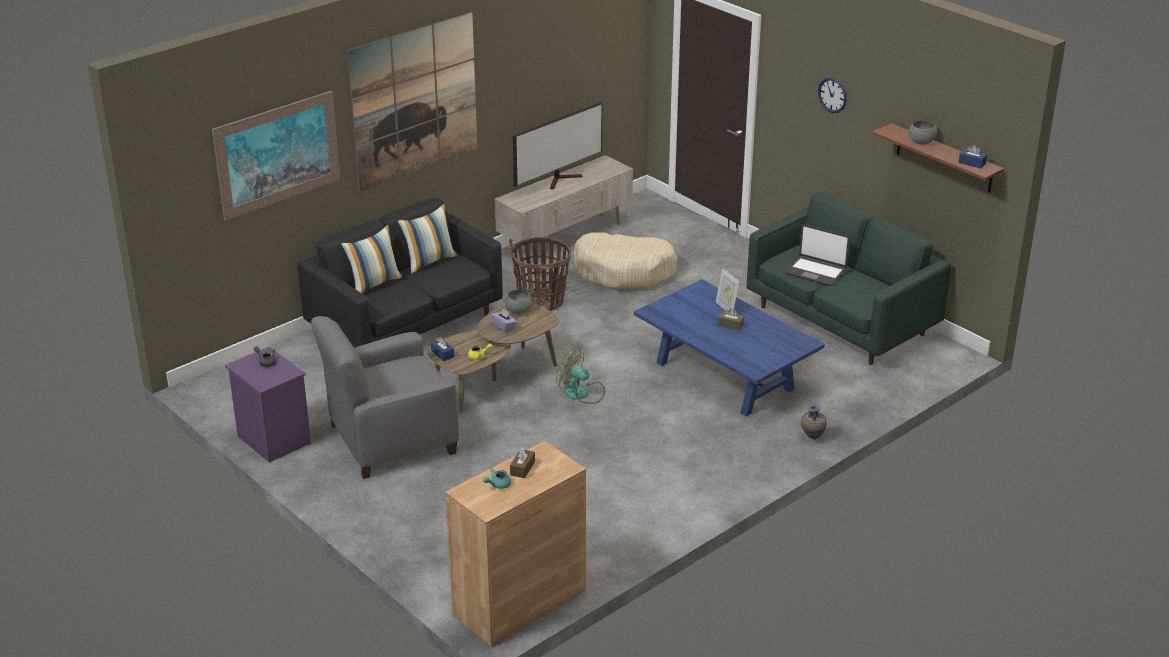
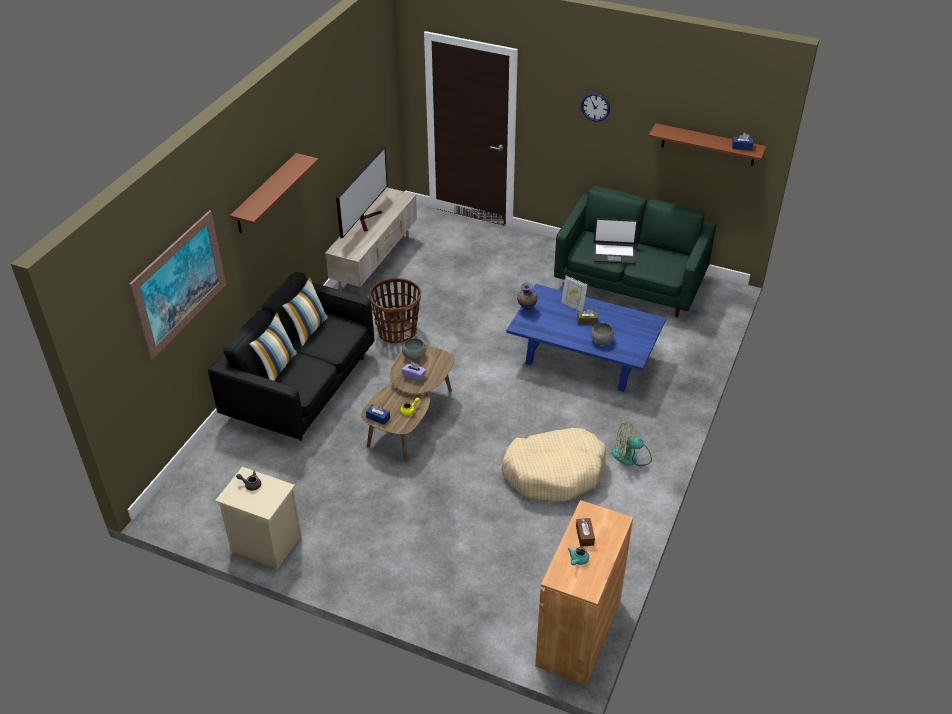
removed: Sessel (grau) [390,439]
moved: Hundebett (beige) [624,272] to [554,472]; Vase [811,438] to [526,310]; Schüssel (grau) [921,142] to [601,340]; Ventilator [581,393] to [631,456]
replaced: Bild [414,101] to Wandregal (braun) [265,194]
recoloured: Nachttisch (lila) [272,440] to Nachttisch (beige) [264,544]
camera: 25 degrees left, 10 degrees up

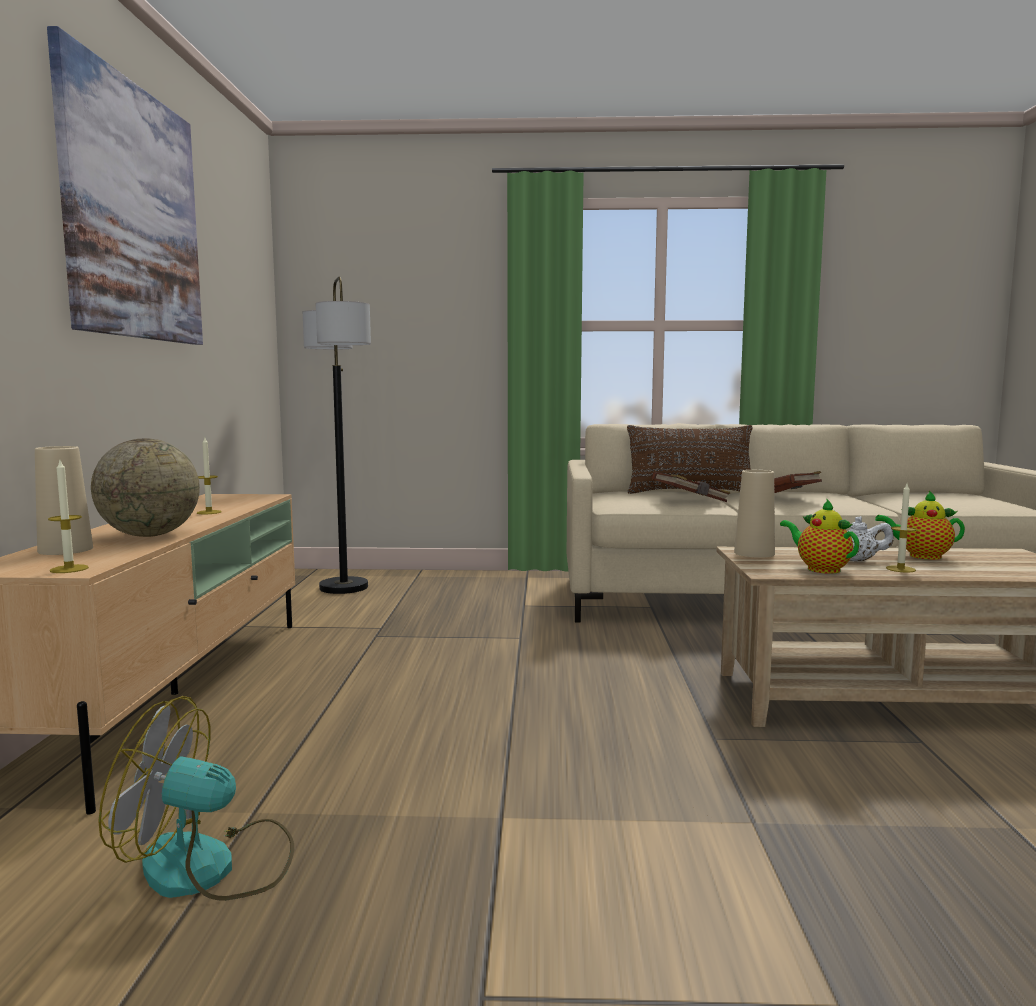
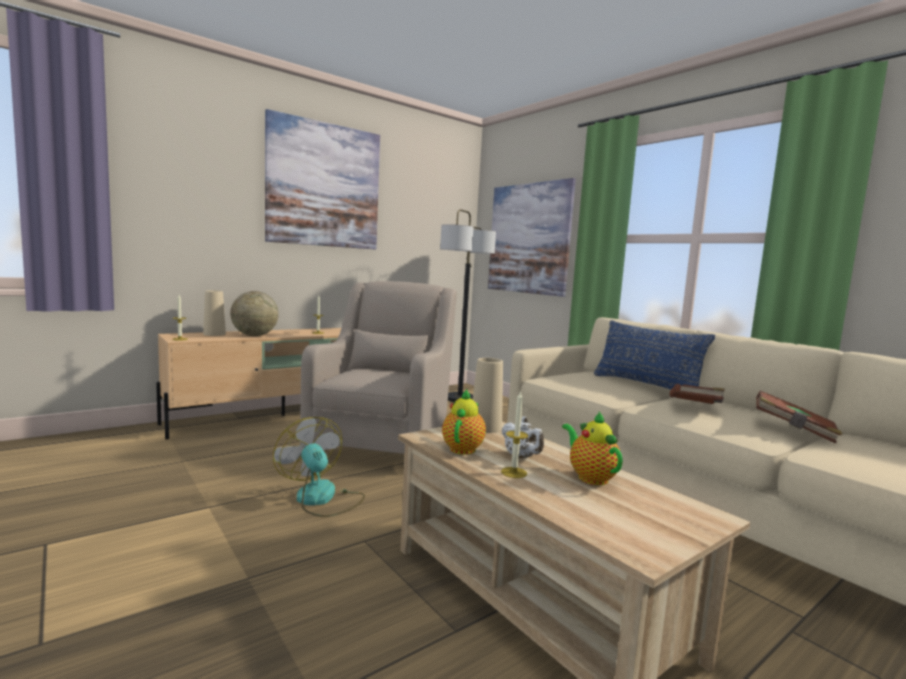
added: Sessel (beige) [382,443]; Bild [529,238]
moved: Ventilator [210,867] to [321,499]; Buch (braun) [690,501] to [793,430]
recoloured: Kissen (braun) [690,492] to Kissen (blau) [645,385]
camera: 50 degrees right, 0 degrees up

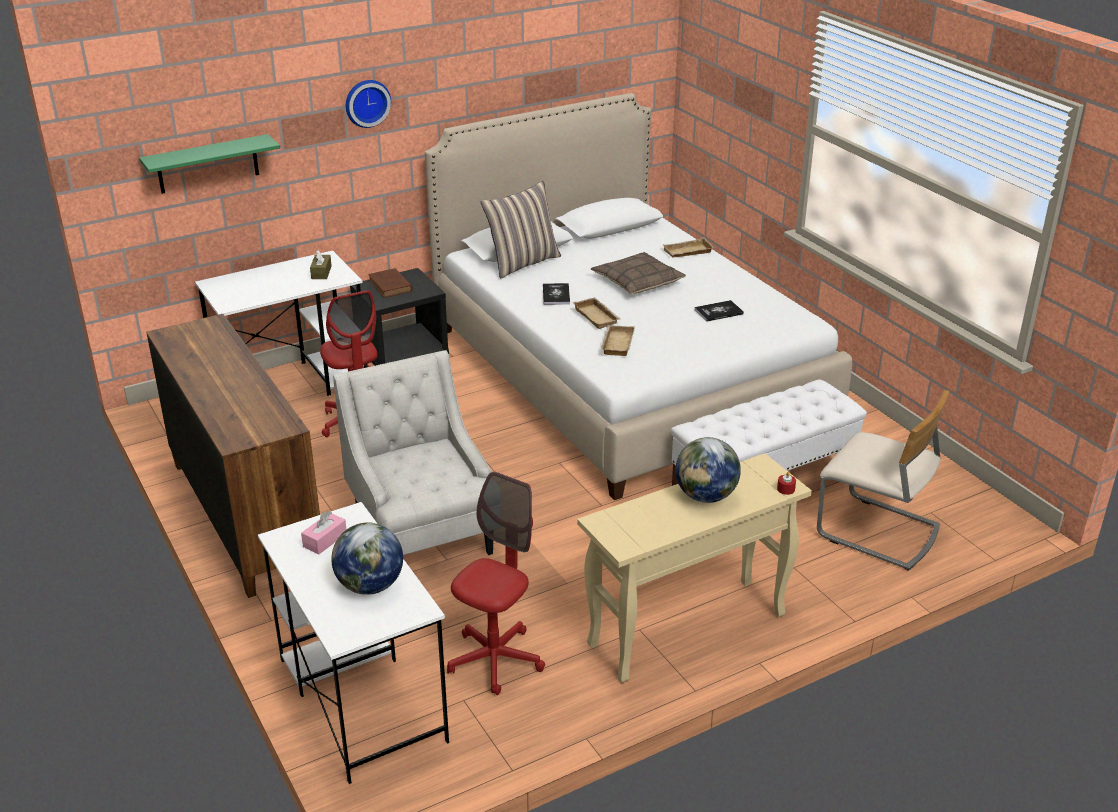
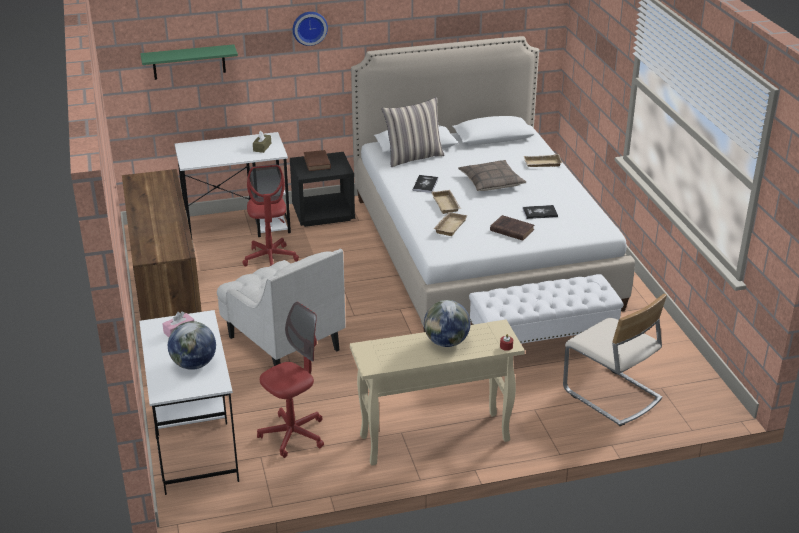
added: Buch (braun) [511,230]
turned: Sessel (weiß) [424,533] = [282,343] 150 degrees clockwise
camera: 15 degrees right, 0 degrees up

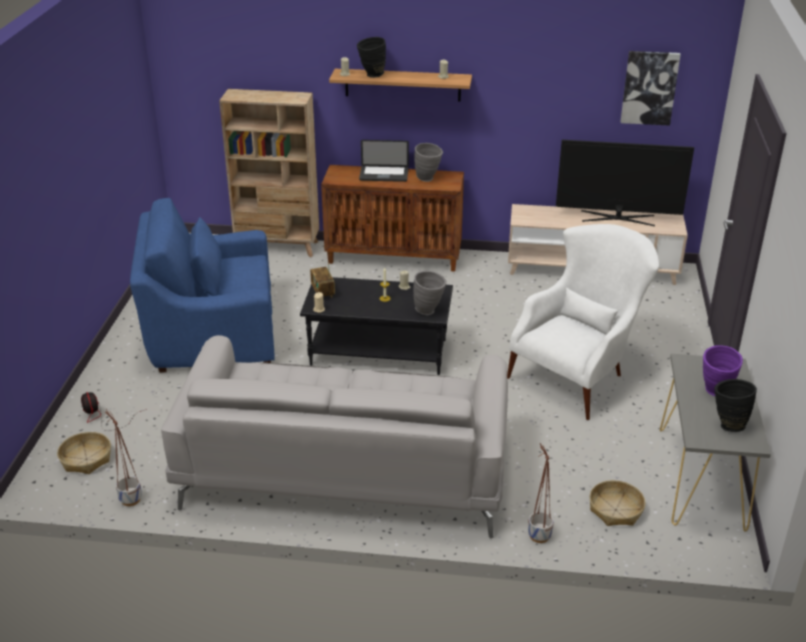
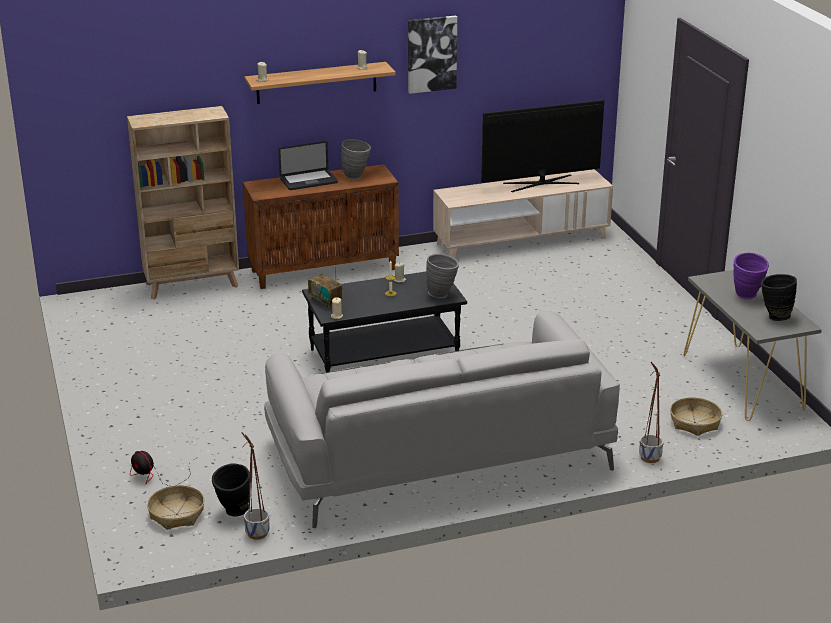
removed: Sessel (blau) [211,331]; Sessel (weiß) [579,373]
moved: Vase (schwarz) [371,76] to [233,513]; Bild [649,87] to [431,54]
camera: 25 degrees left, 5 degrees down

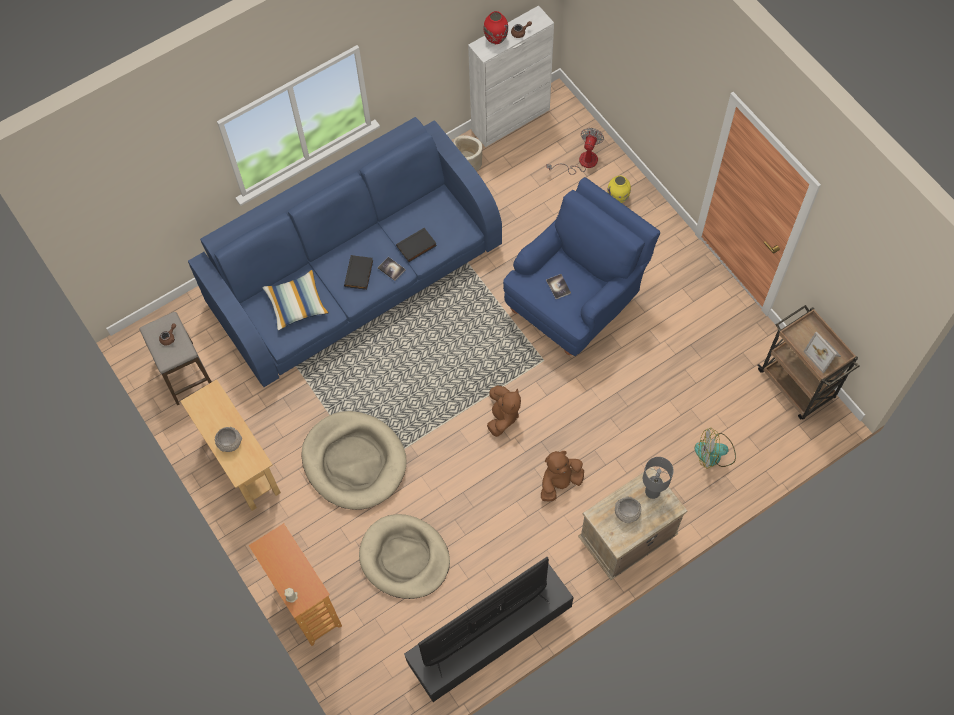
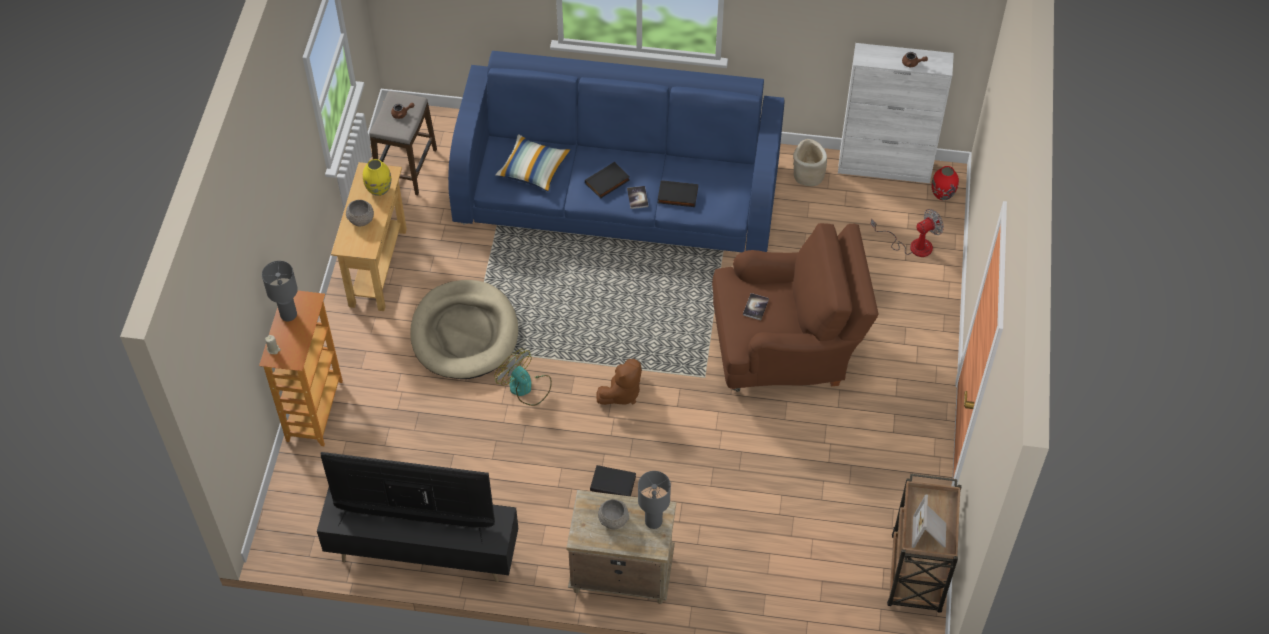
removed: Hundebett (beige) [404,558]
added: Tischlampe (grau) [288,314]
moved: Vase (gelb) [618,198] to [379,190]; Ventilator [714,454] to [525,387]; Vase (rot) [495,38] to [942,194]
replaced: Plüschtier (braun) [560,482] to Buch (schwarz) [613,482]
recoloured: Sessel (blau) [575,300] to Sessel (braun) [785,351]
camera: 40 degrees right, 10 degrees down

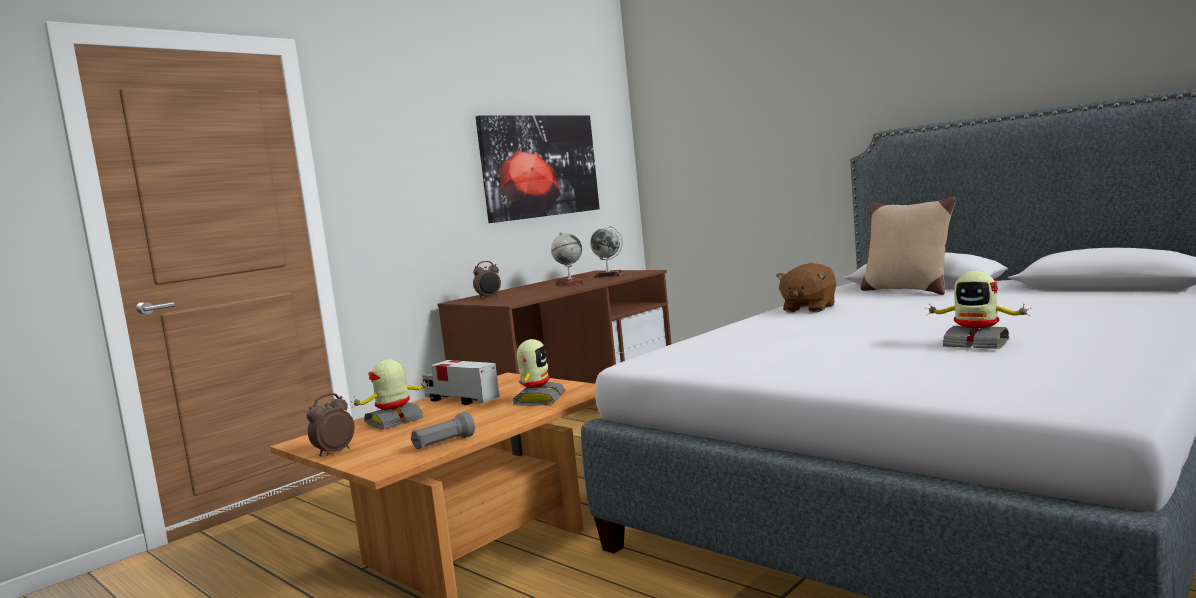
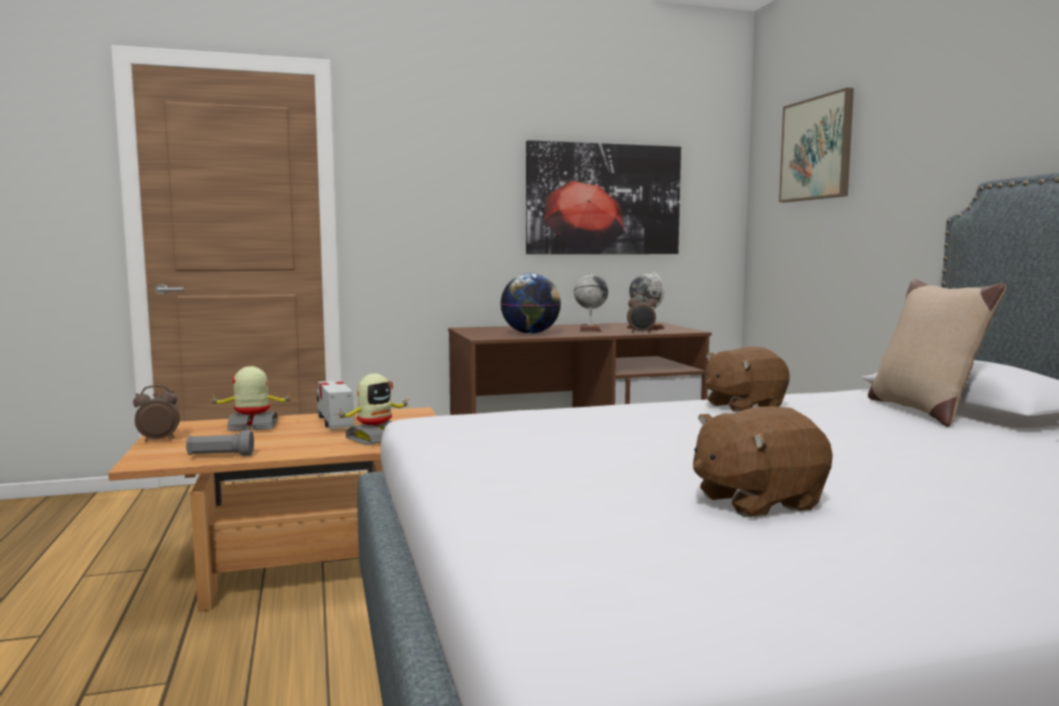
added: Globus [531,333]; Bild [816,149]
moved: Wecker [489,297] to [641,332]
replaced: Spielzeugroboter [976,344] to Plüschtier (braun) [756,501]
camera: 30 degrees right, 0 degrees up

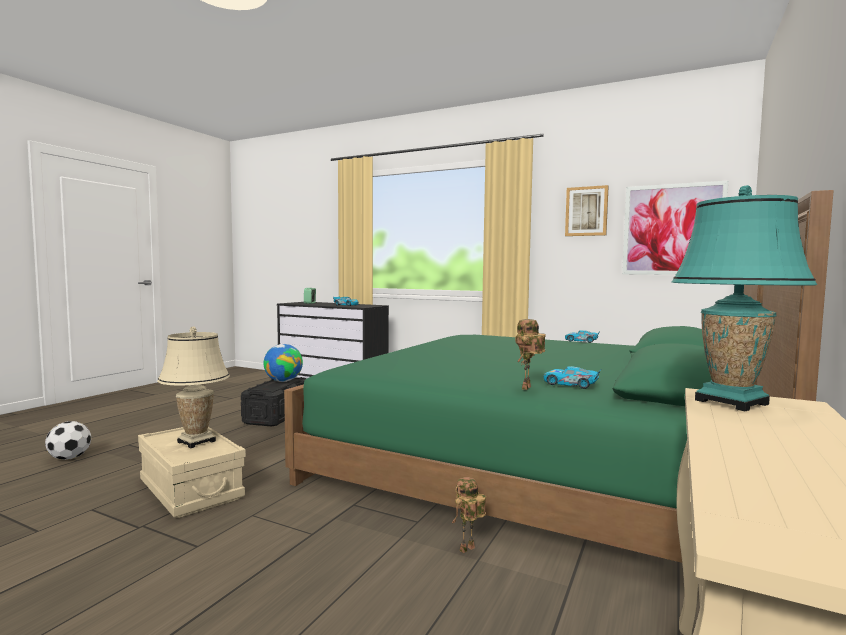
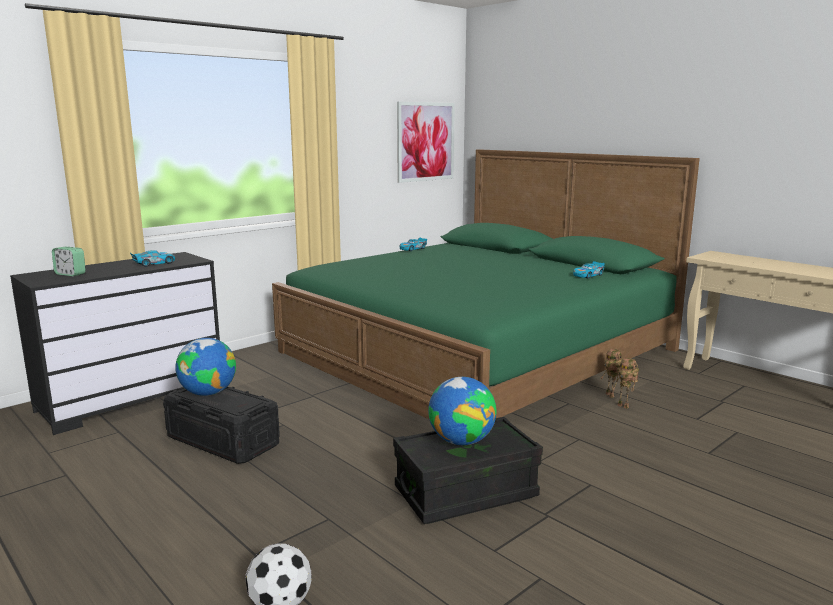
removed: Bild [586,211]; Tischlampe (türkis) [731,402]
moved: Spielzeugroboter [528,388] to [624,406]
replaced: Tischlampe (beige) [196,442] to Globus [461,441]
recoloured: Aufbewahrungsbox (beige) [191,489] to Aufbewahrungsbox (schwarz) [465,493]
camera: 70 degrees left, 10 degrees up

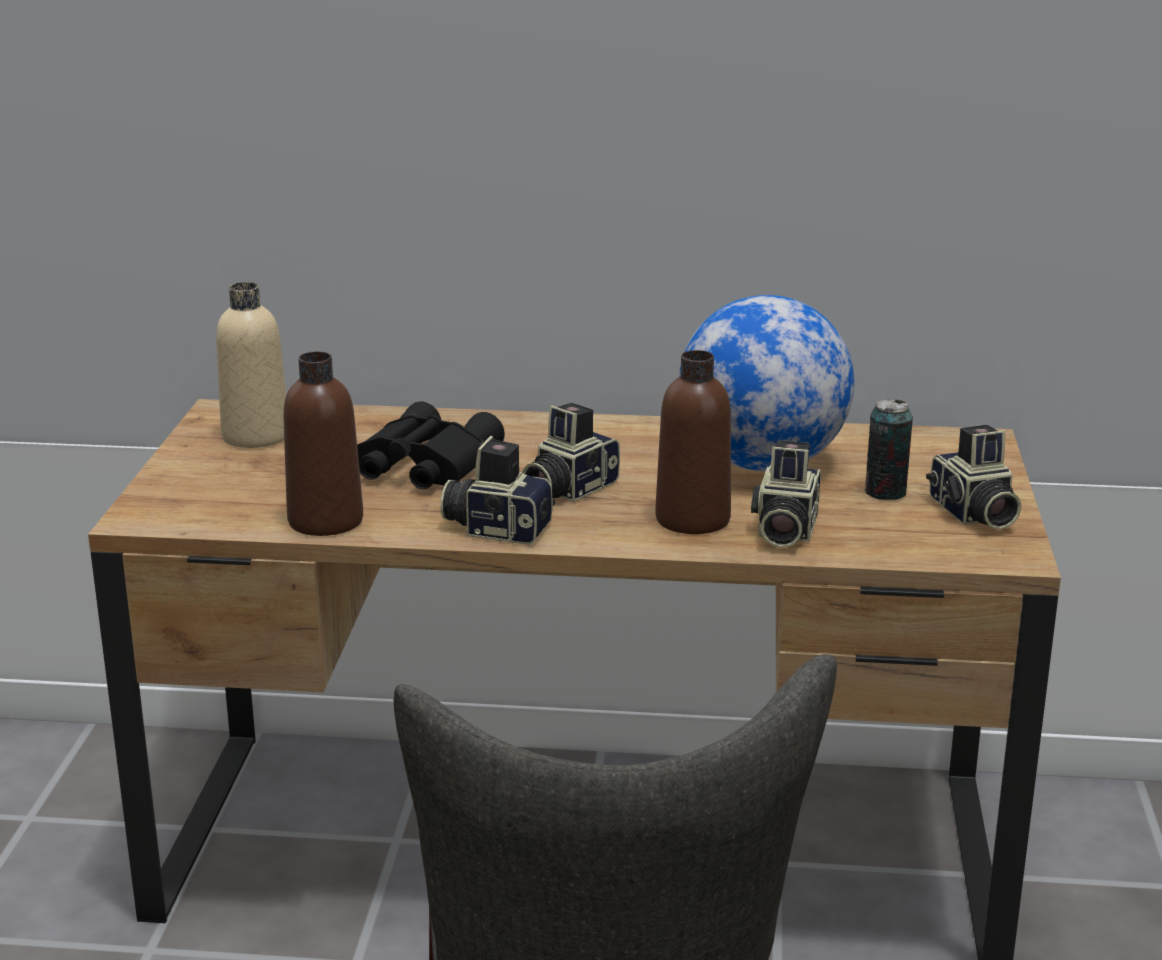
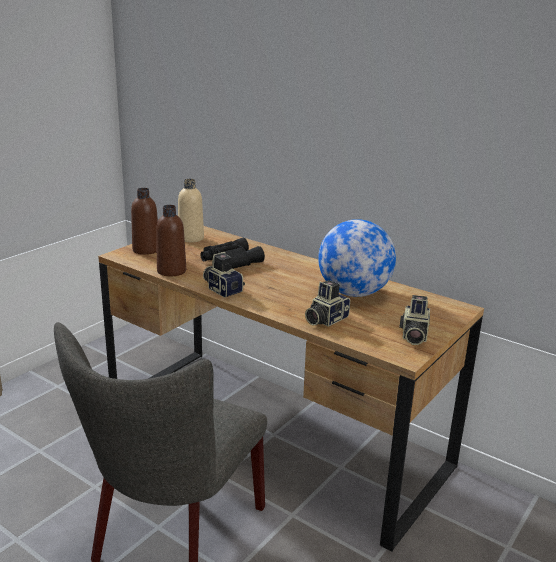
removed: Kamera [567,489]; Dose [885,492]
moved: Flasche (braun) [692,519] to [146,250]
camera: 30 degrees right, 0 degrees up

